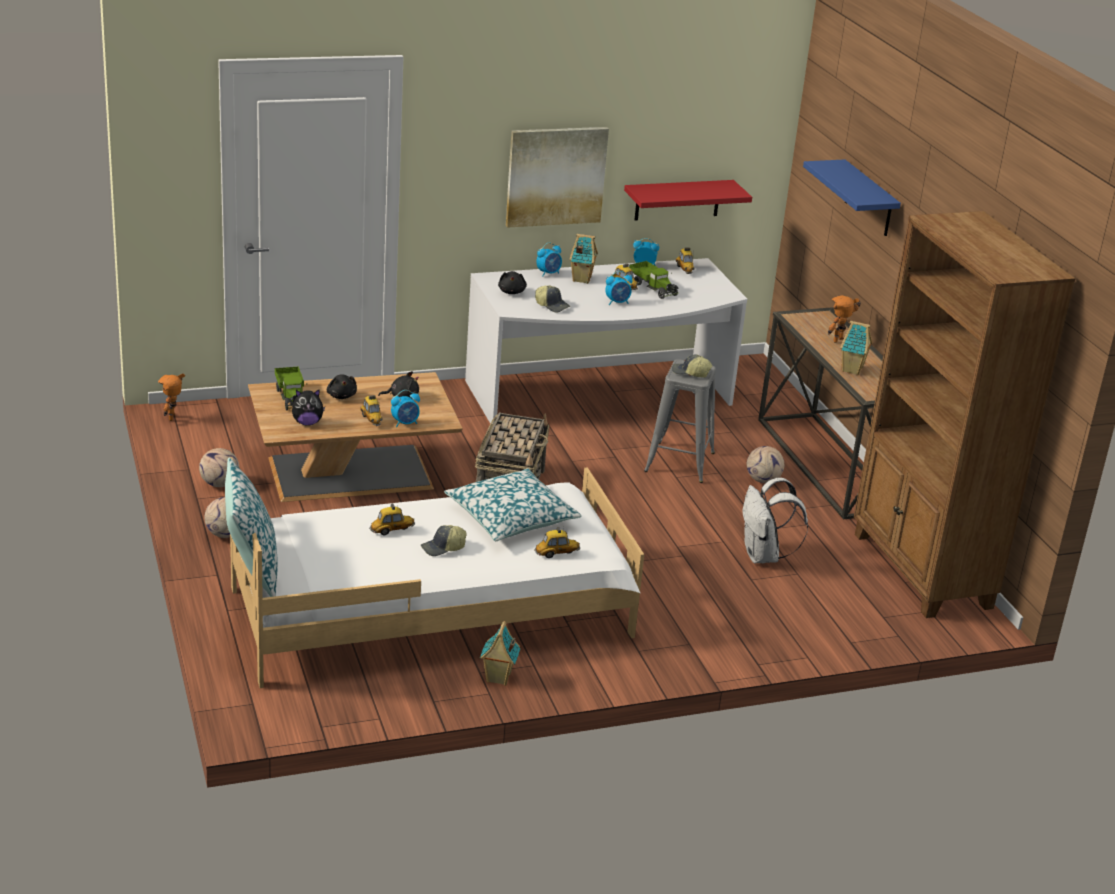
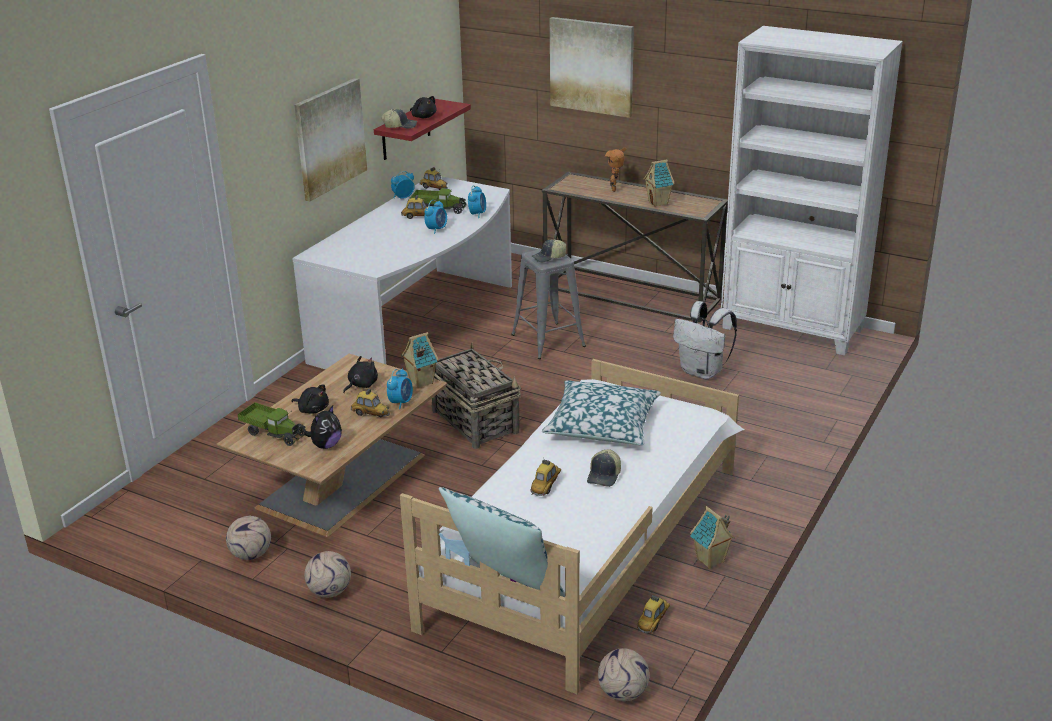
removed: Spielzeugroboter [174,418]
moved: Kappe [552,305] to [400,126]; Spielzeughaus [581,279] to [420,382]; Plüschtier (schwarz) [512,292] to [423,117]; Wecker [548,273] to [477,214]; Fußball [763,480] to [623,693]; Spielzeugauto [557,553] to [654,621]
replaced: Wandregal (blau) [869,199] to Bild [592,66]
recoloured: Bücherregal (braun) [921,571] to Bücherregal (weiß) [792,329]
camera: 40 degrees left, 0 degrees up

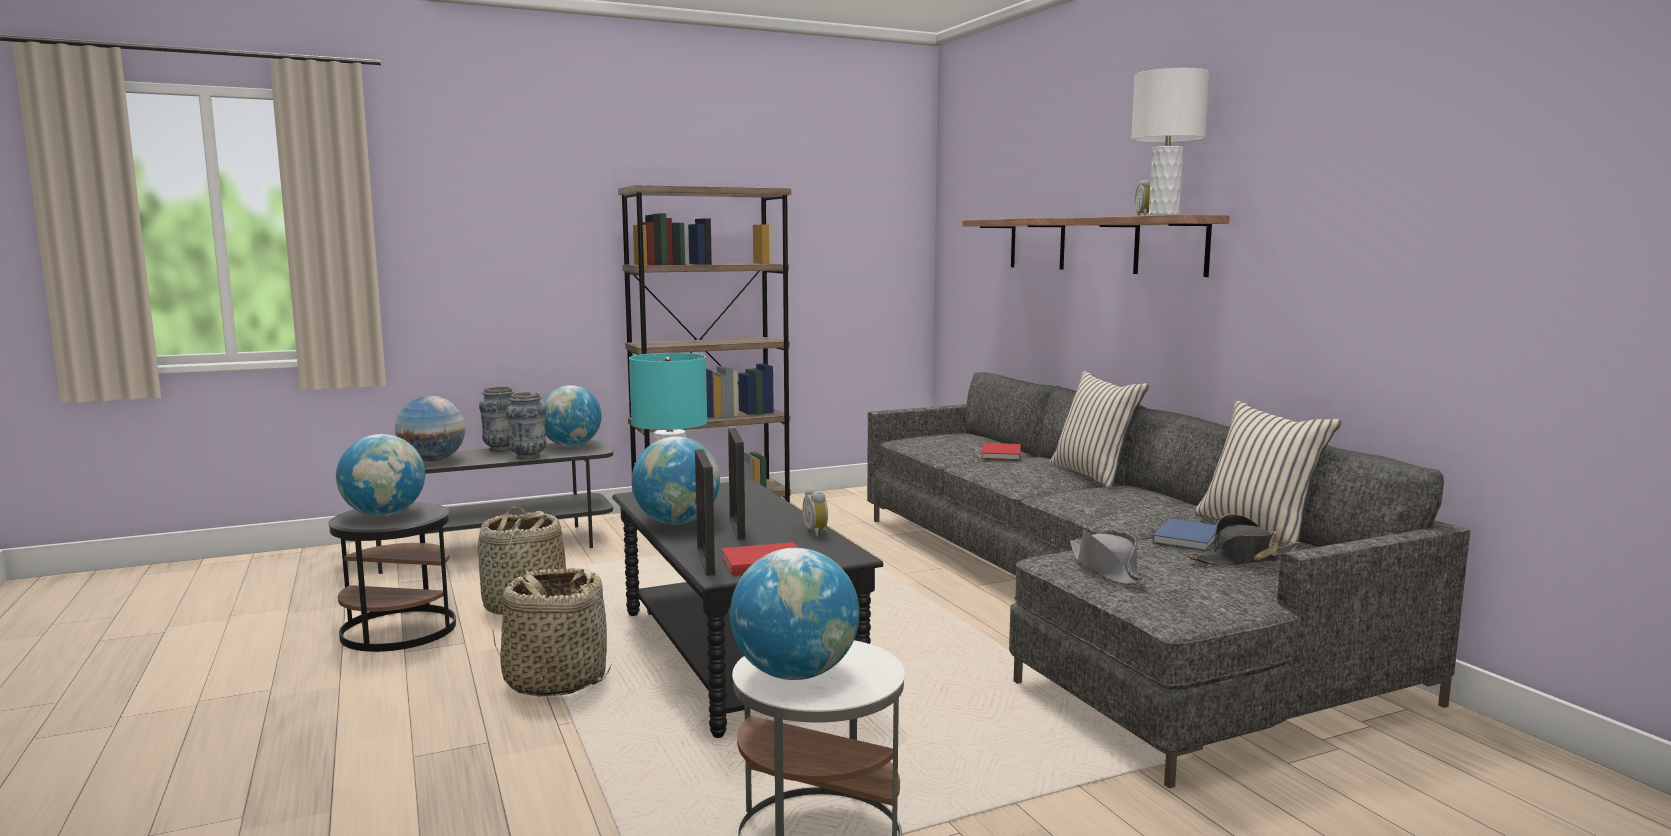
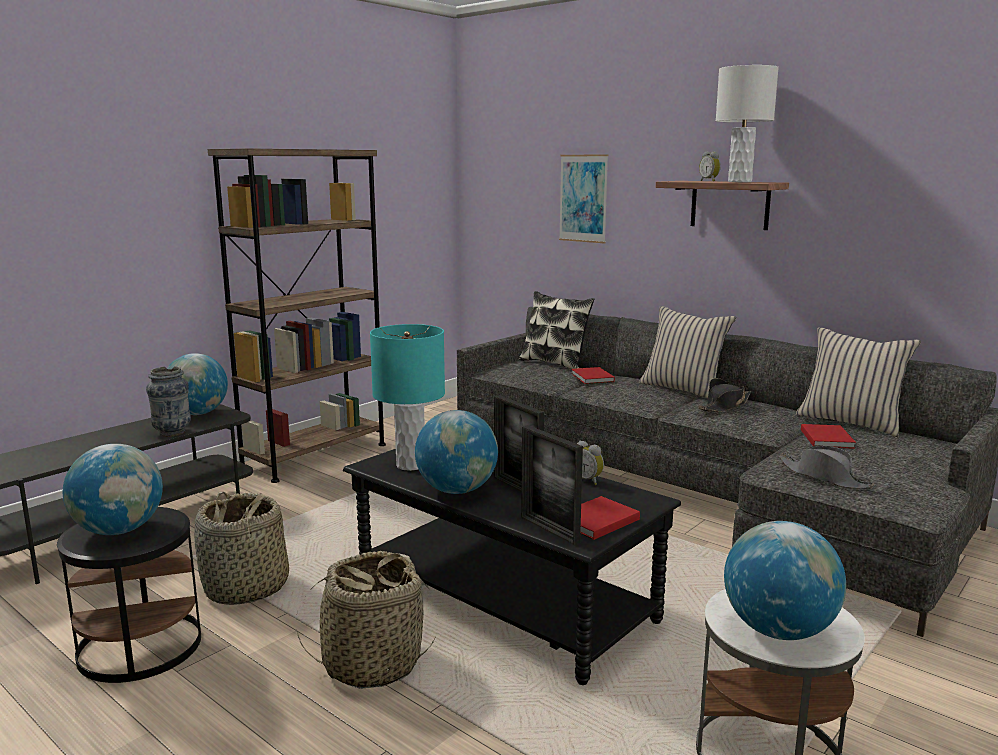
removed: Globus [432,460]; Vase [501,449]
added: Kissen [555,363]
moved: Hut (schwarz) [1243,559] to [724,406]
replaced: Wandregal [1037,243] to Bild [583,198]
recoloured: Buch (blau) [1188,538] to Buch (rot) [827,438]
camera: 25 degrees left, 5 degrees up

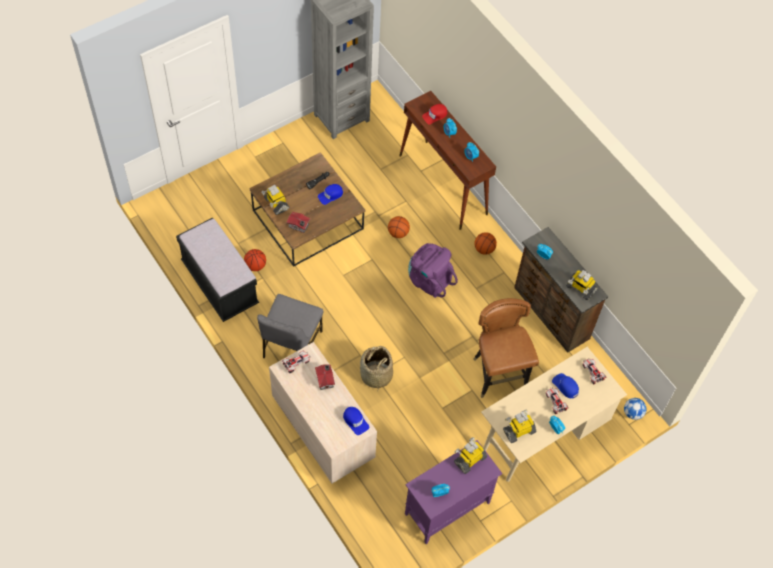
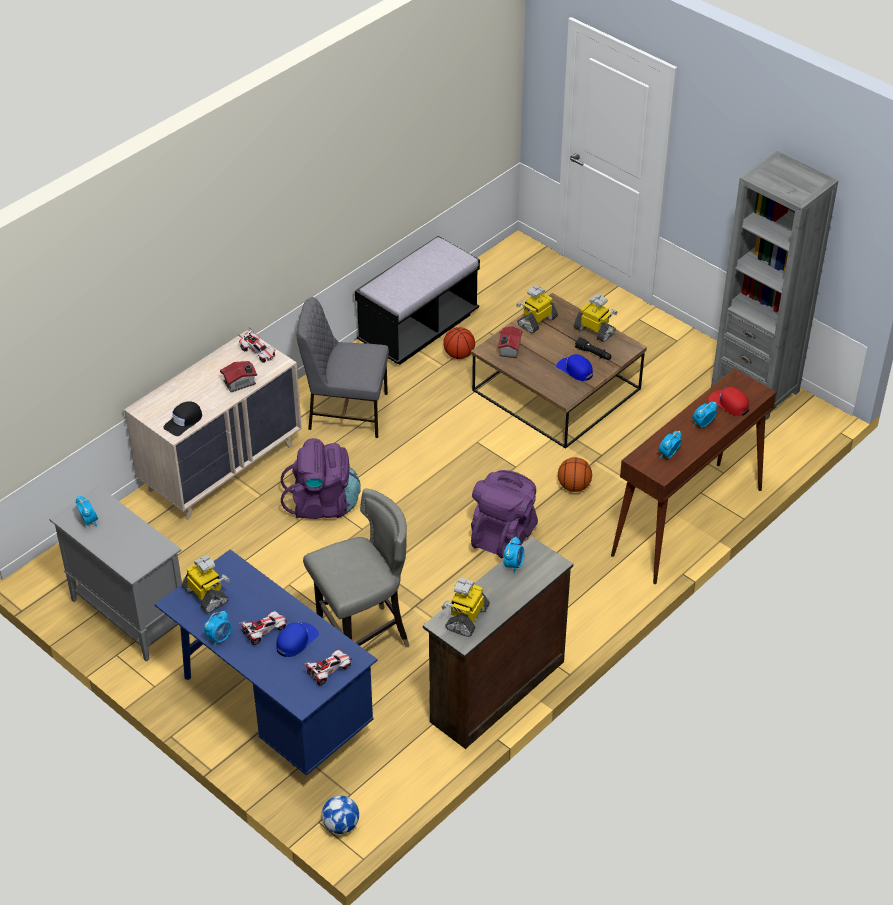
removed: Basketball [484,249]
moved: Spielzeugroboter [469,459] to [595,330]
replaced: Korb [376,375] to Rucksack (lila) [323,504]
recoloured: Schrank (lila) [446,509] to Schrank (grau) [128,614]; Schreibtisch (beige) [543,435] to Schreibtisch (blau) [272,710]; Kappe (blau) [355,421] to Kappe (schwarz) [183,422]; Stuhl (braun) [498,375] to Stuhl (grau) [363,640]
camera: 80 degrees right, 15 degrees down

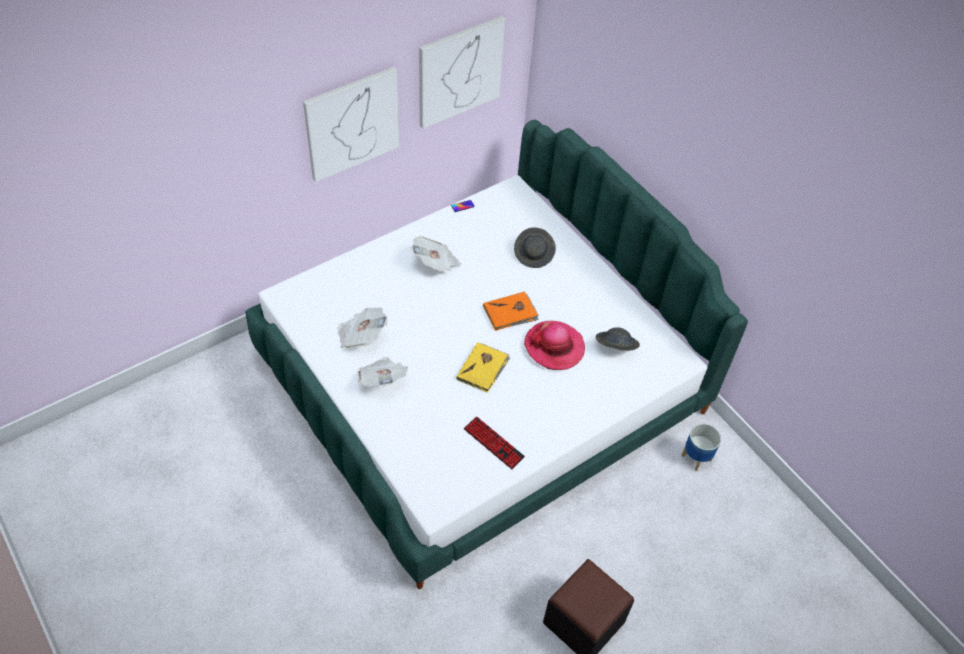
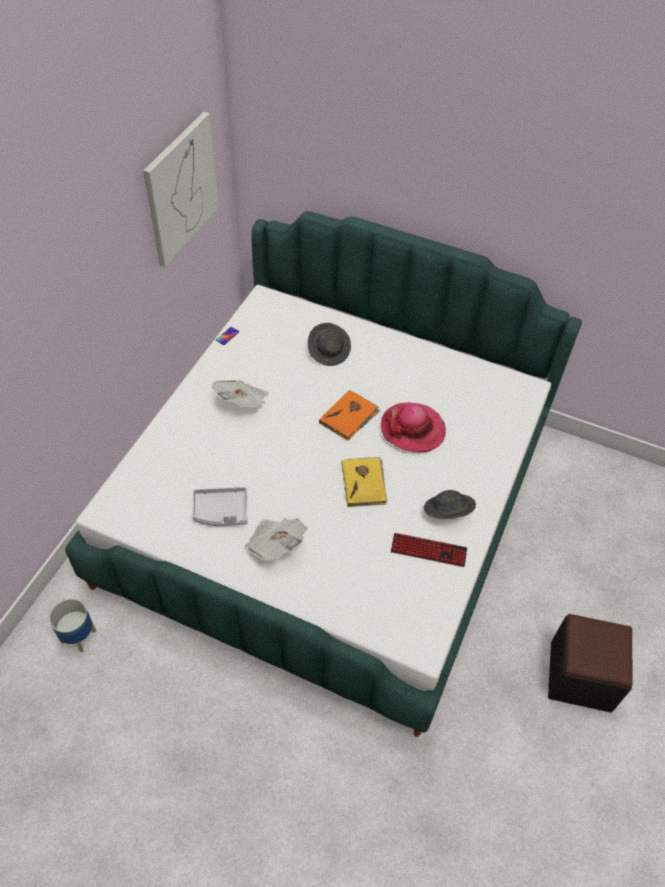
removed: Bild [352,123]
moved: Pflanzkübel [696,457] to [78,636]; Hut (grau) [615,347] to [447,513]
replaced: Zeitung [361,336] to Tablett (grau) [221,511]
camera: 30 degrees left, 0 degrees up

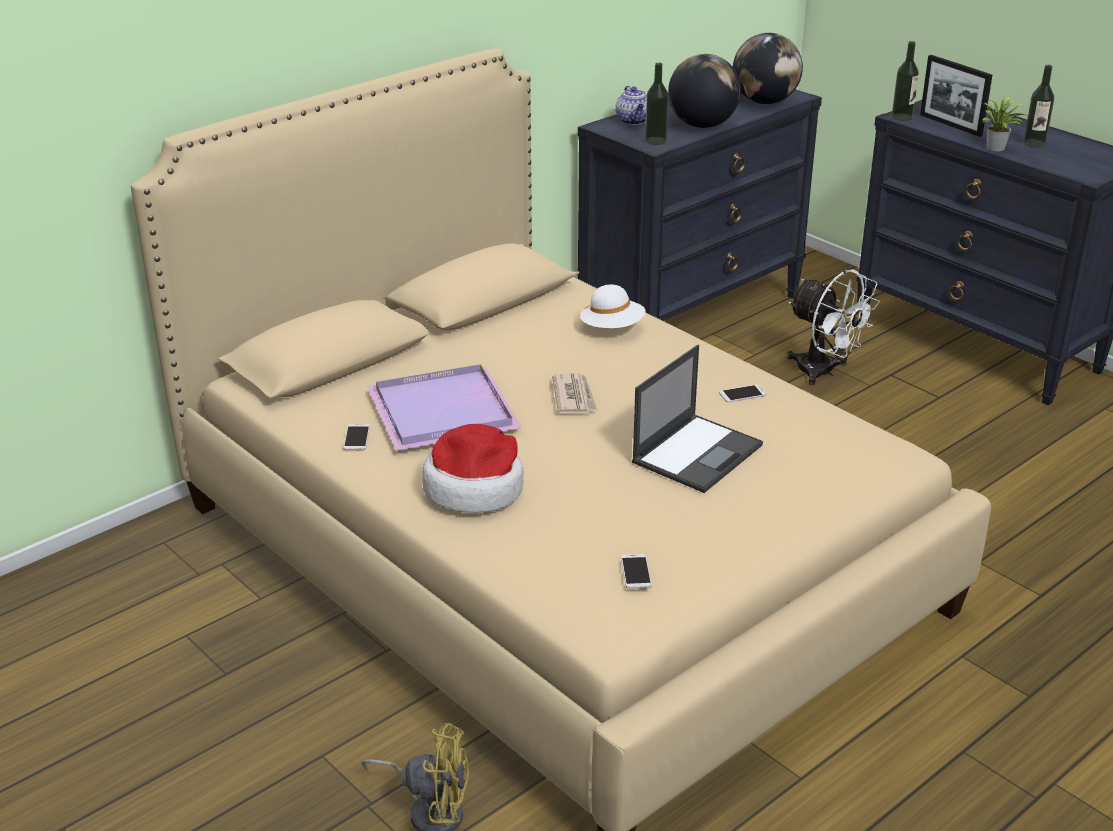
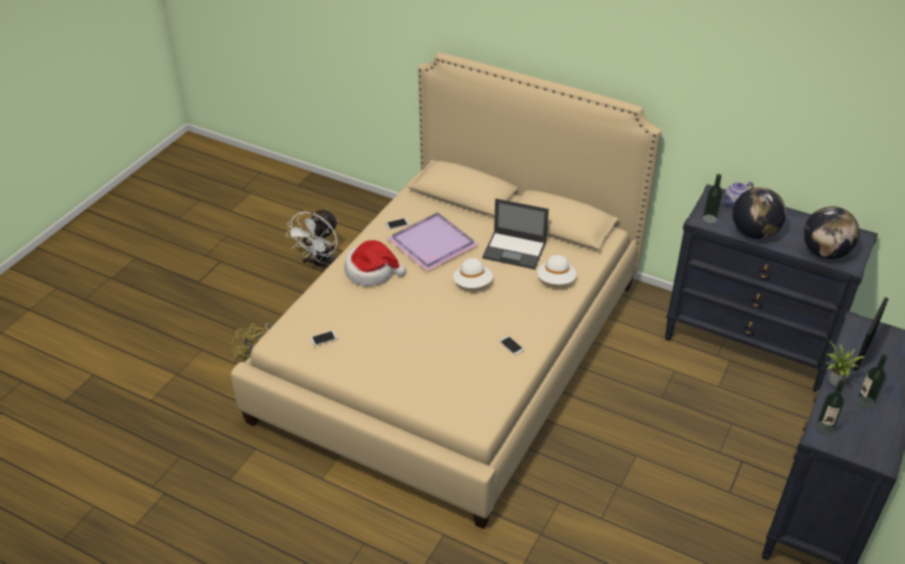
moved: Ventilator (weiß) [824,372] to [320,264]; Laptop [698,453] to [515,250]; Flasche [902,117] to [824,427]
replaced: Zeitung [574,397] to Hut (weiß) [473,283]
camera: 70 degrees right, 10 degrees up

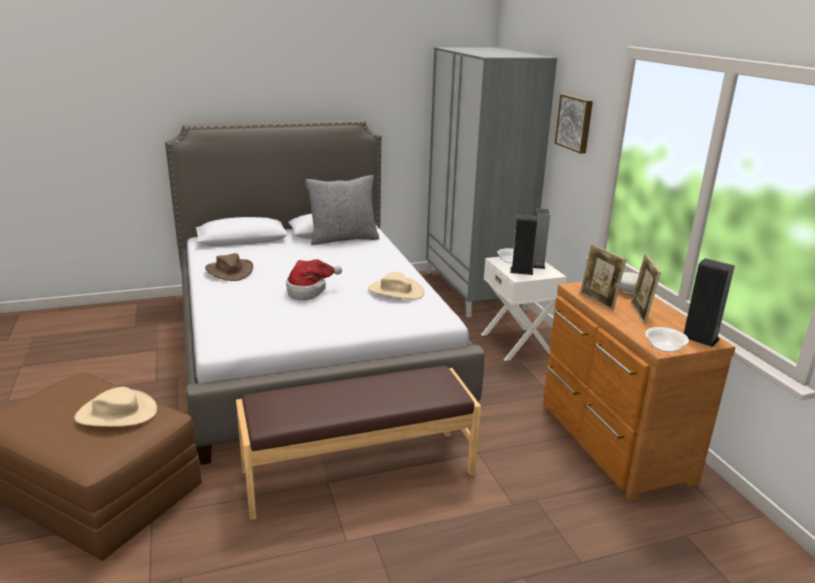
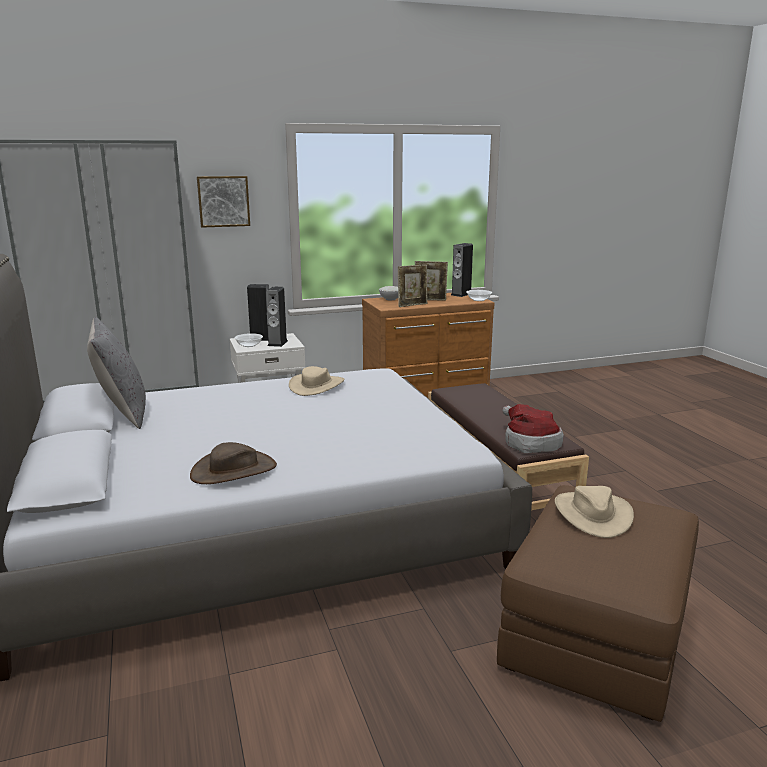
moved: Hut [308,291] to [529,443]
camera: 90 degrees left, 5 degrees down

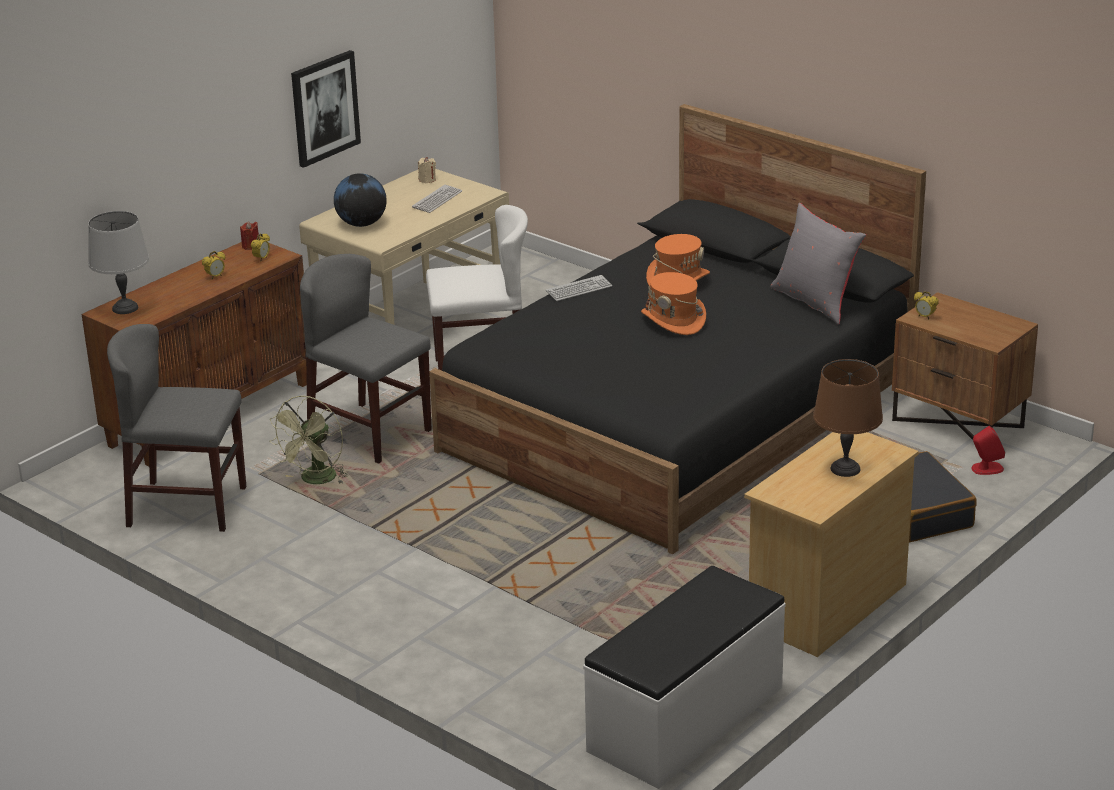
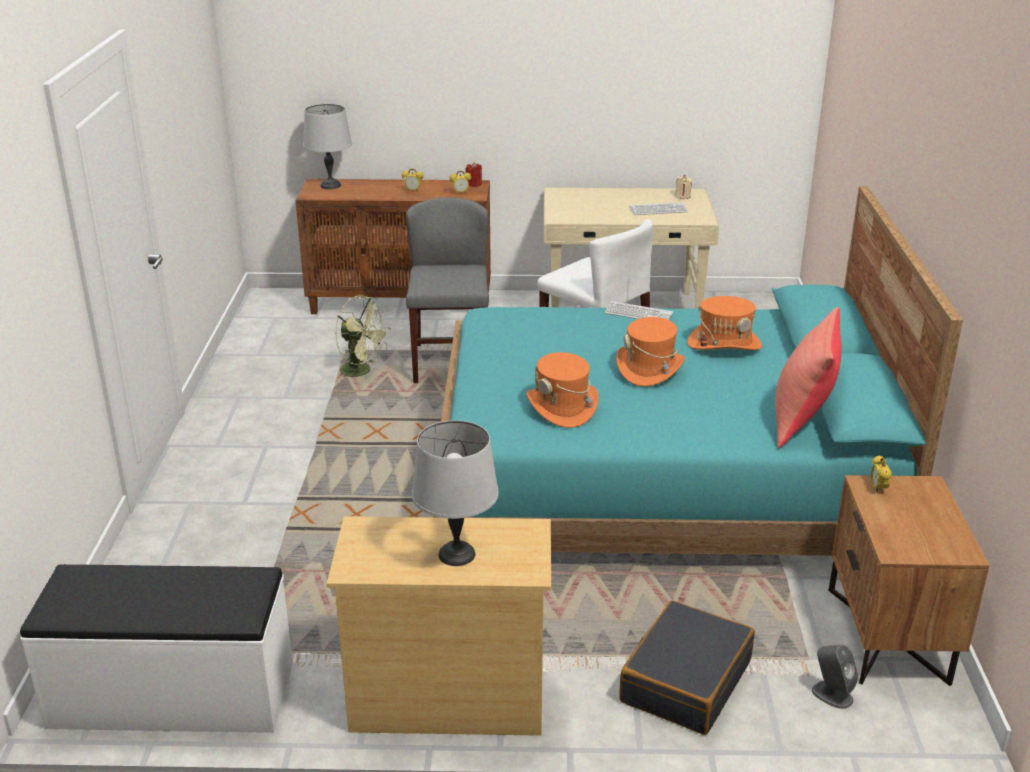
removed: Stuhl (grau) [187,506]; Bild [324,108]; Globus [362,224]
added: Hut (orange) [562,407]
recoloured: Tischlampe (braun) [844,468] to Tischlampe (grau) [457,554]; Bett (schwarz) [680,418] to Bett (türkis) [659,475]; Kissen (grau) [815,302] to Kissen (rot) [801,420]; Lautsprecher (rot) [987,468] to Lautsprecher (grau) [831,694]
turned: Ventilator (grün) [315,480] = [362,372] 135 degrees counterclockwise
camera: 50 degrees right, 0 degrees up

